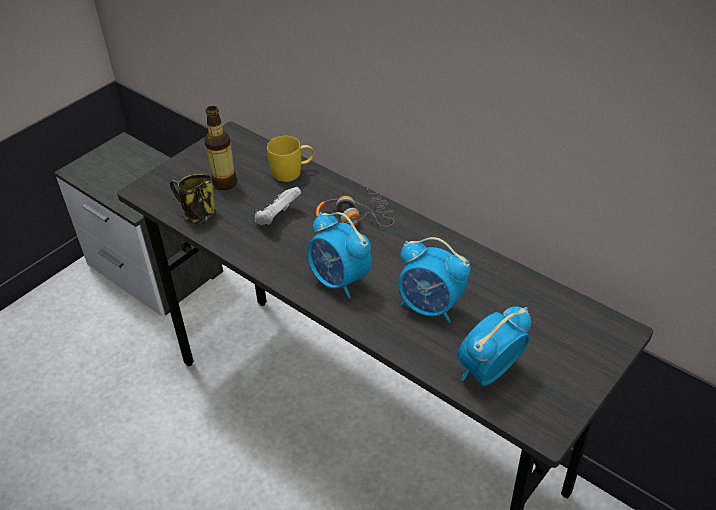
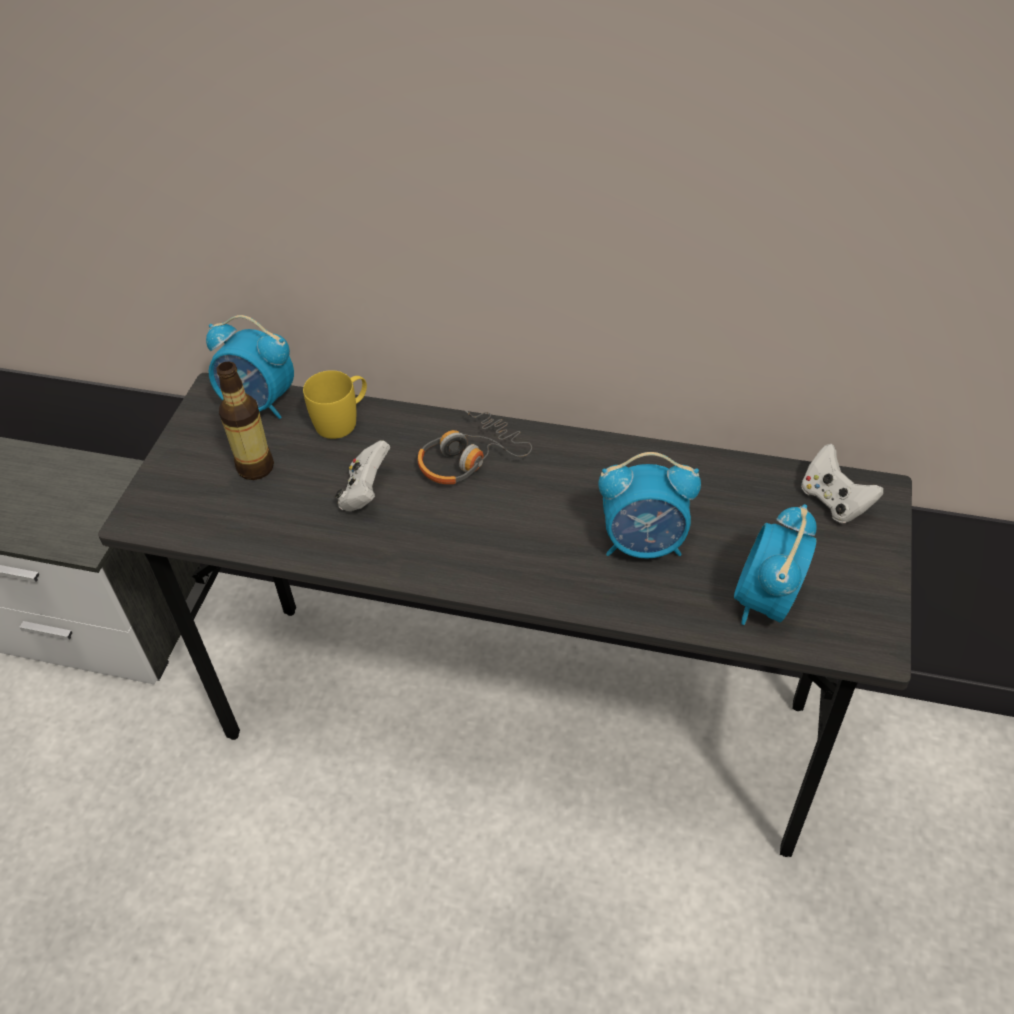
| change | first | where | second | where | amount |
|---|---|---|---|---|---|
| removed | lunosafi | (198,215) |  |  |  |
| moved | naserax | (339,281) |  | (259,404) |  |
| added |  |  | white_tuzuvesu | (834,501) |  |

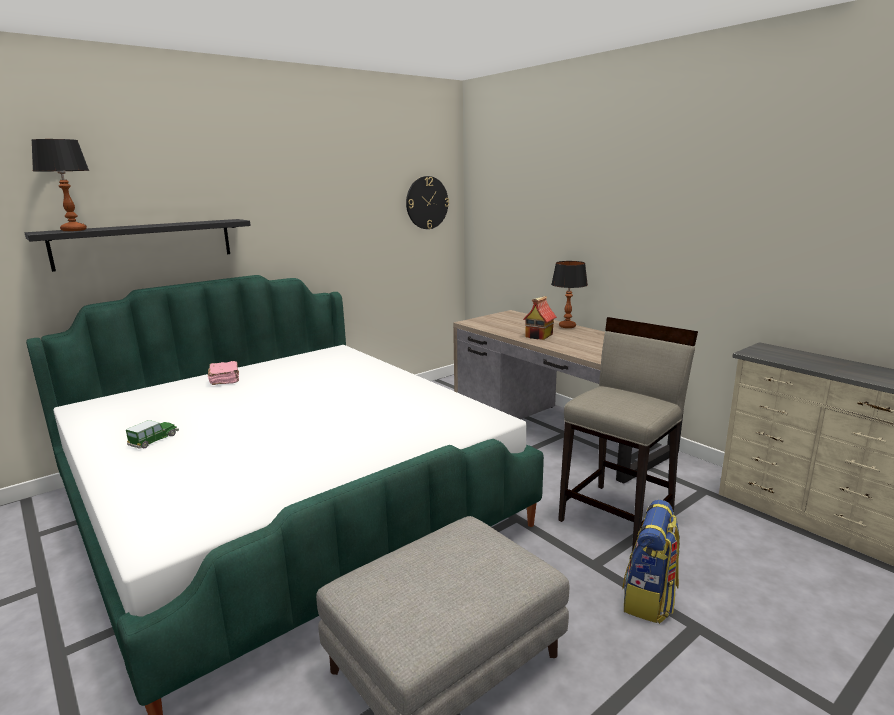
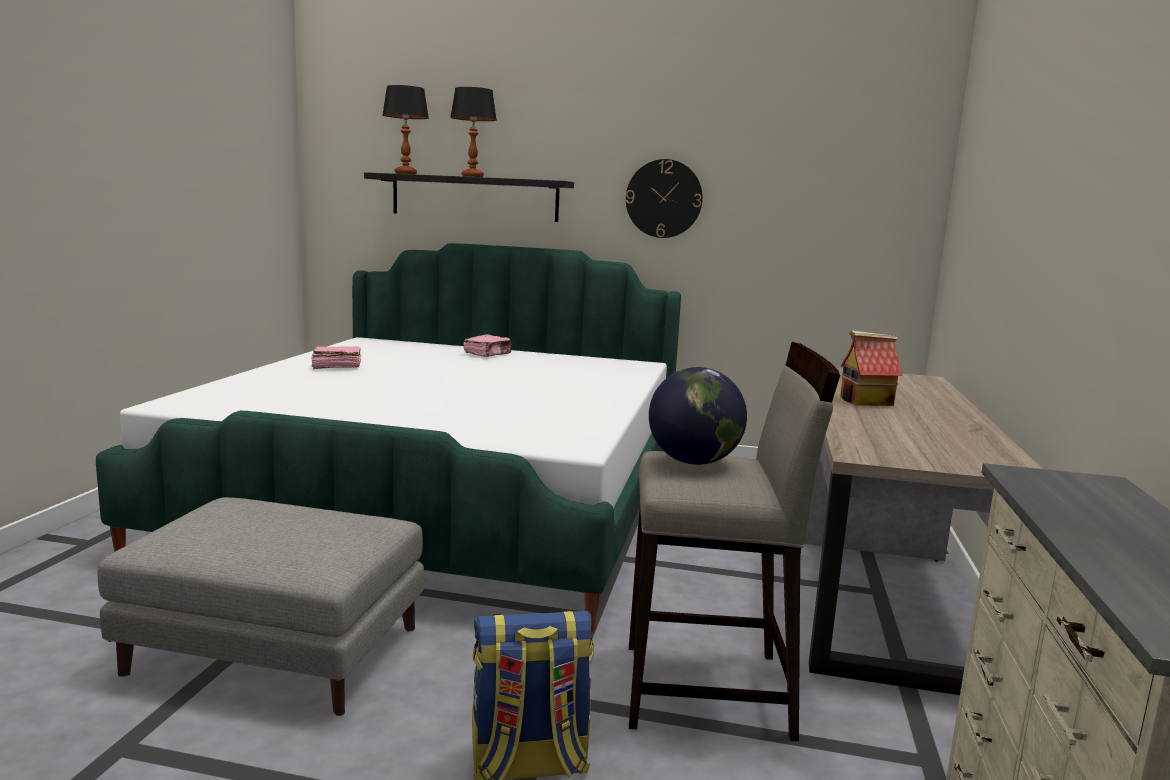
| change | first | where | second | where | amount |
|---|---|---|---|---|---|
| moved | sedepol | (427,202) |  | (664,198) |  |
| moved | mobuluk | (567,326) |  | (472,176) |  |
| replaced | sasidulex | (154,440) | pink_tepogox | (336,366) |  |
| added |  |  | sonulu | (694,462) |  |

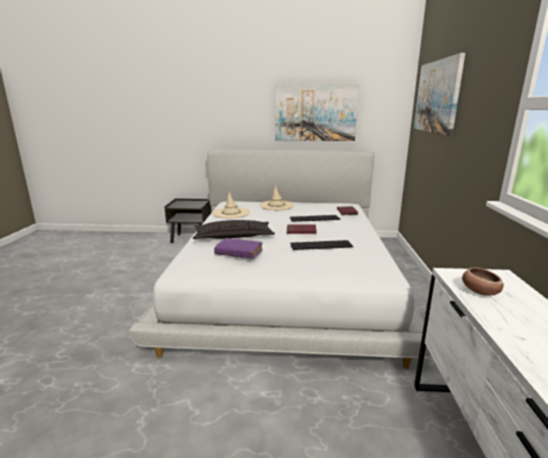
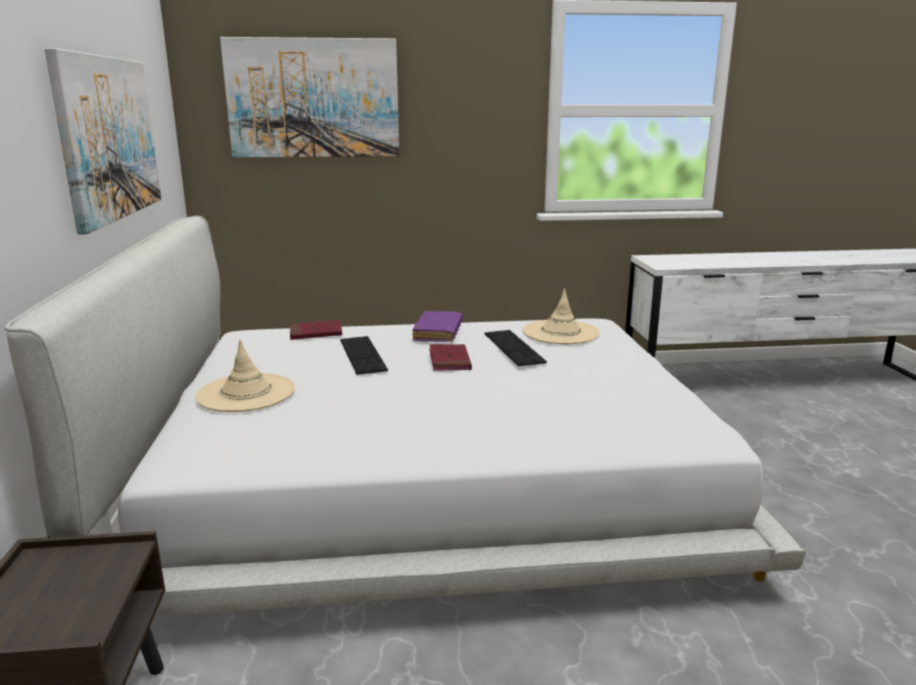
| change | first | where | second | where | amount |
|---|---|---|---|---|---|
| moved | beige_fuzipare | (231,213) |  | (560,332) |  |
| removed | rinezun | (233,236) |  |  |  |
| moved | purple_tepogox | (239,253) |  | (438,333) |  |
| removed | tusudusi | (479,292) |  |  |  |

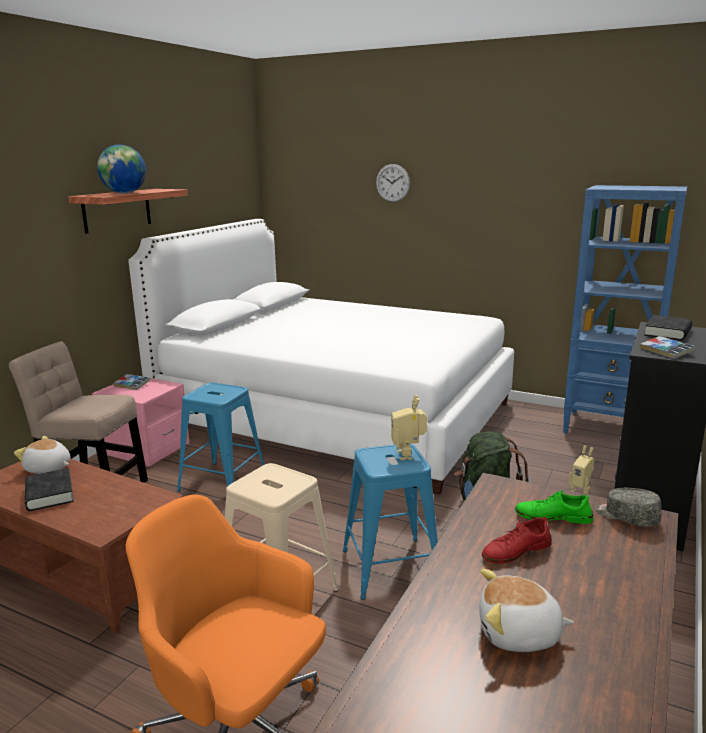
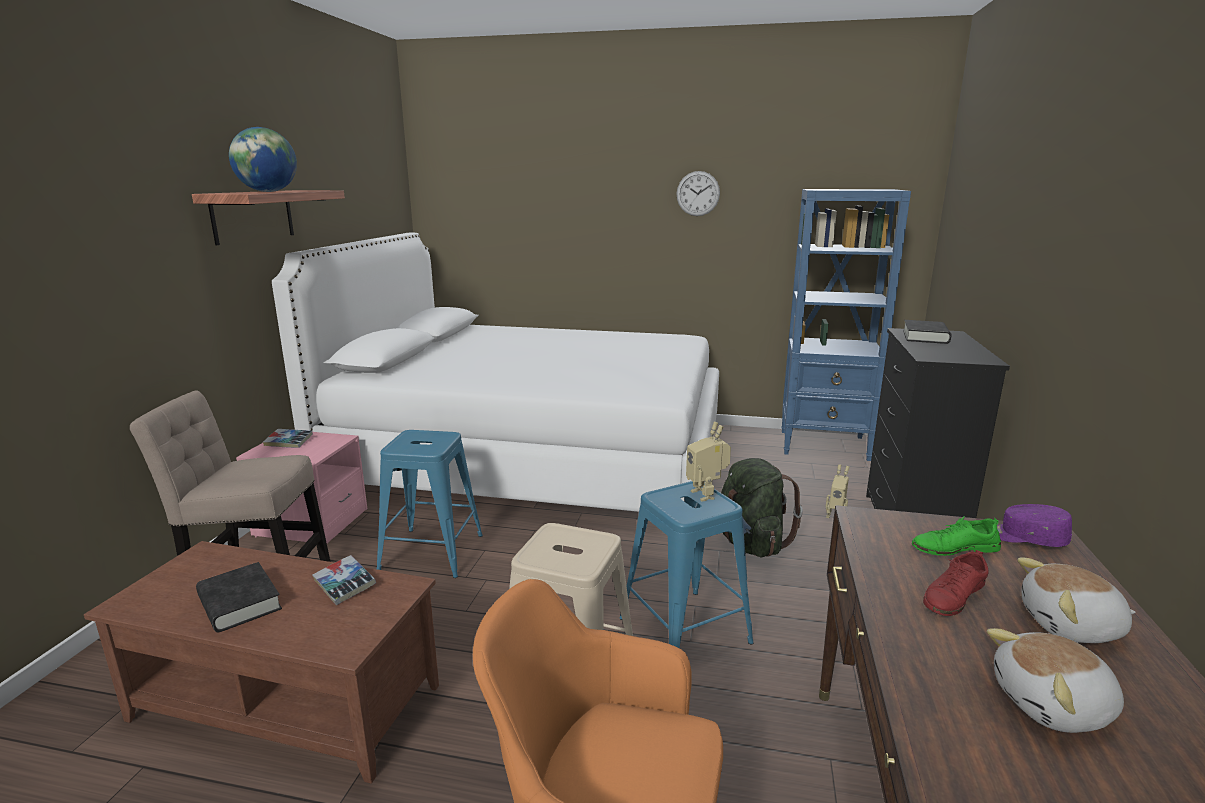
| change | first | where | second | where | amount |
|---|---|---|---|---|---|
| moved | sedepol | (392,183) |  | (698,193) |  |
| moved | tepogox | (666,351) |  | (344,585) |  |
| moved | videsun | (48,469) |  | (1071,626) |  |
| recoloured | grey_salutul | (626,517) | purple_salutul | (1026,538) |  |

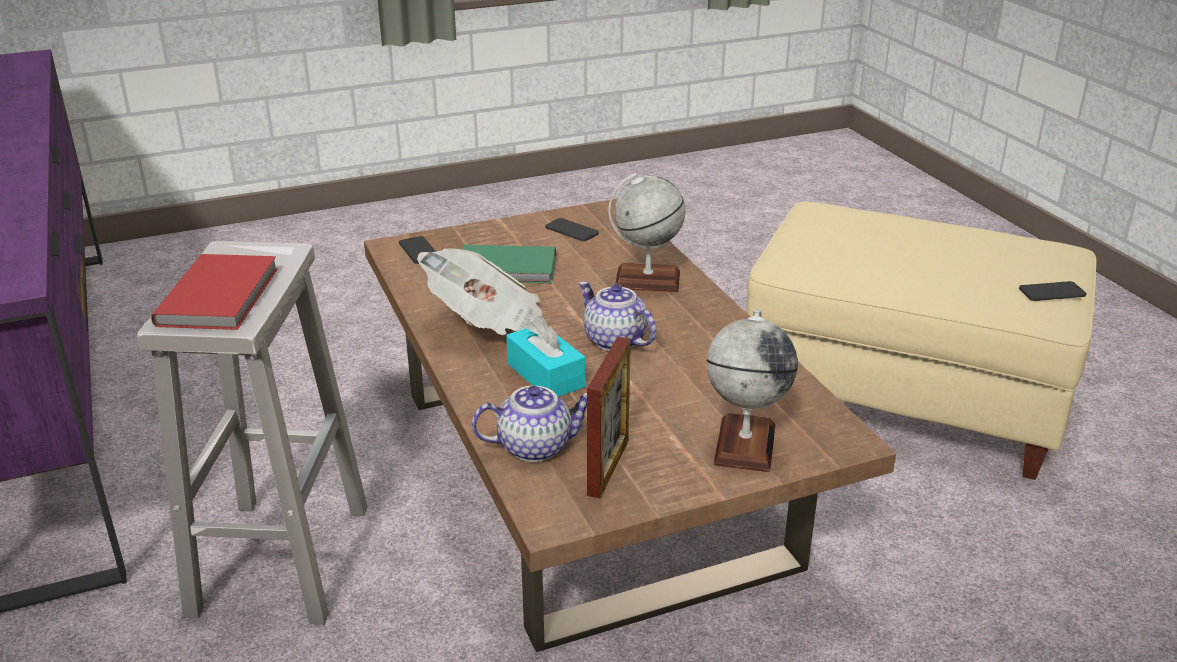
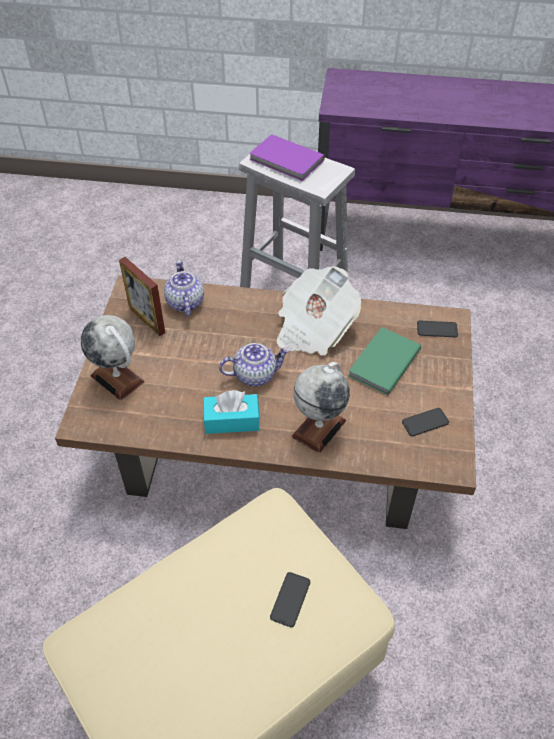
| change | first | where | second | where | amount |
|---|---|---|---|---|---|
| recoloured | red_tepogox | (222,295) | purple_tepogox | (286,161) |  |
| moved | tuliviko | (1052,292) |  | (290,599) |  |
| moved | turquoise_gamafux | (546,375) |  | (231,420) |  |
| turned | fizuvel | (535,446) |  | (184,302) | 150 degrees clockwise |

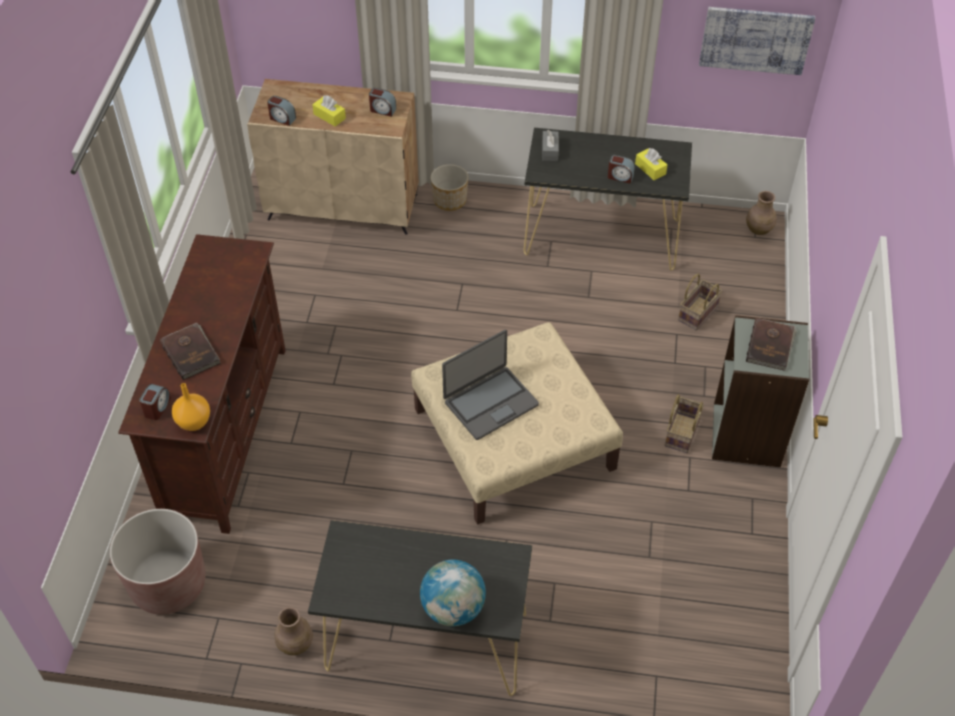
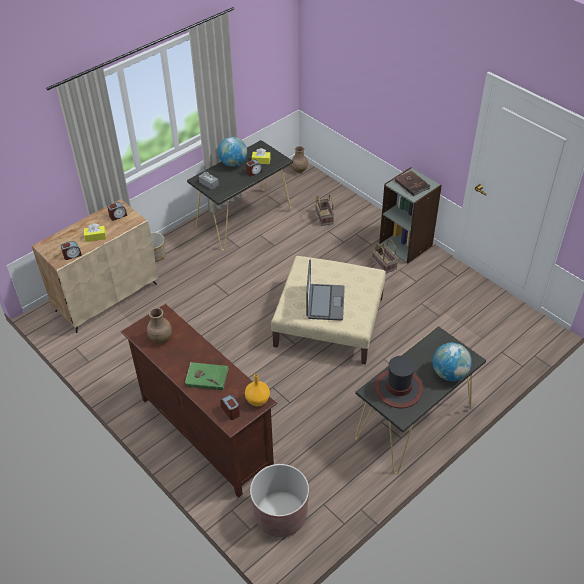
| change | first | where | second | where | amount |
|---|---|---|---|---|---|
| removed | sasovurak | (755,39) |  |  |  |
| recoloured | brown_tepogox | (191,352) | green_tepogox | (207,377) |  |
| moved | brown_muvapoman | (296,643) |  | (161,338) |  |
| added |  |  | sonulu | (233,163) |  |
| added |  |  | fuzipare | (398,389) |  |

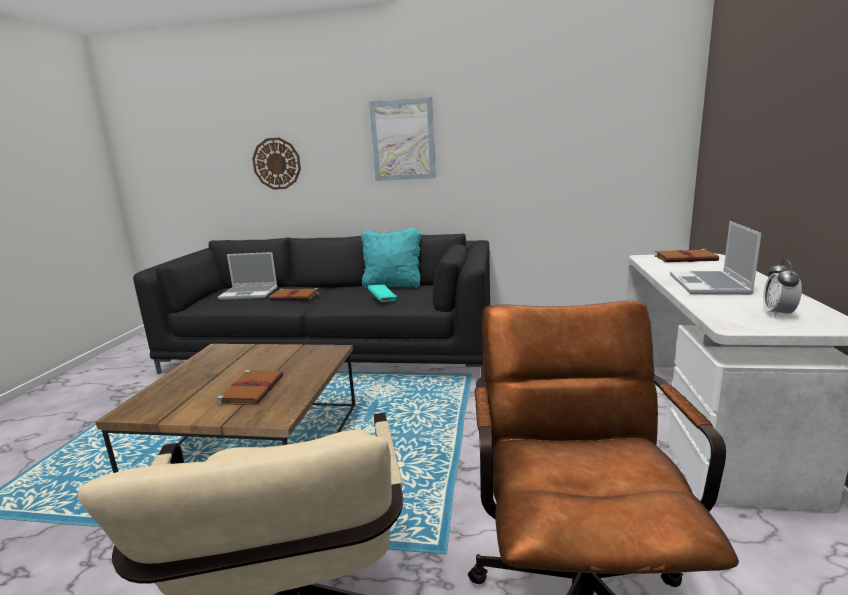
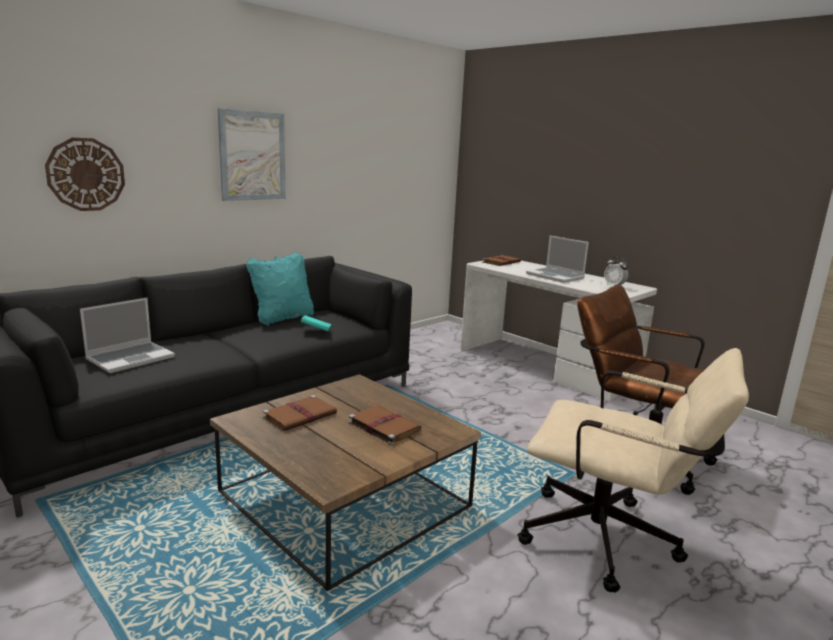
| change | first | where | second | where | amount |
|---|---|---|---|---|---|
| moved | brown_tepogox | (295,296) |  | (301,415) |  |

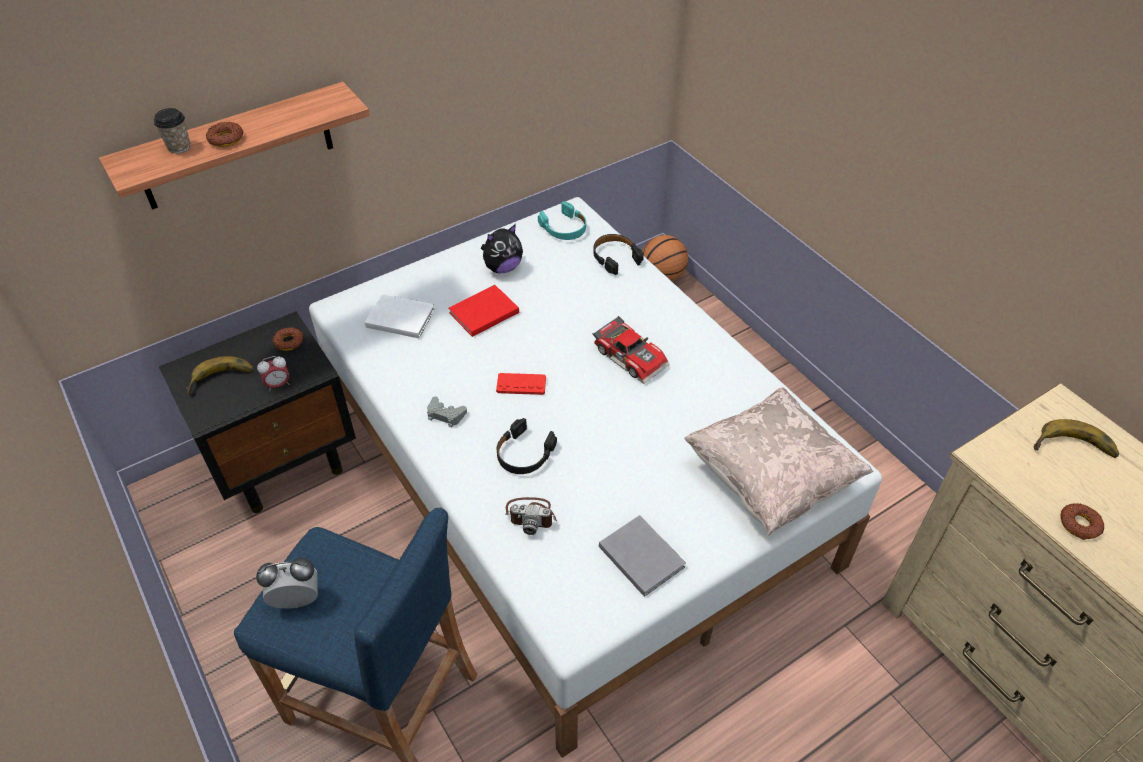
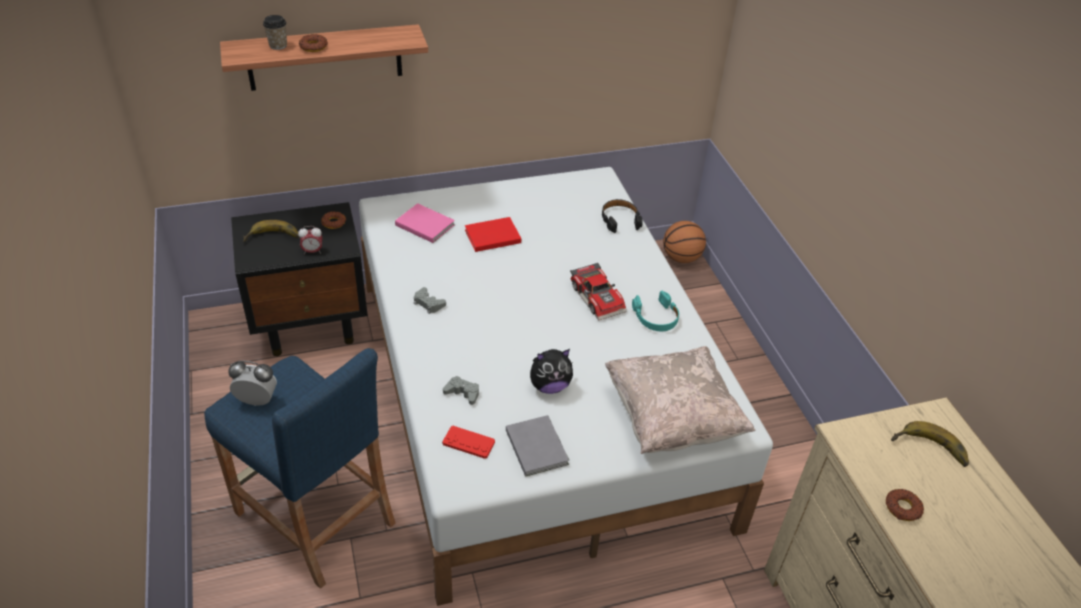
| change | first | where | second | where | amount |
|---|---|---|---|---|---|
| moved | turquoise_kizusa | (564,228) |  | (656,317) |  |
| moved | videsun | (502,267) |  | (549,386) |  |
| recoloured | white_tepogox | (399,317) | pink_tepogox | (424,224) |  |
| moved | red_tuzuvesu | (521,385) |  | (468,443) |  |
| removed | black_kizusa | (524,454) |  |  |  |
| replaced | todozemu | (531,515) | grey_tuzuvesu | (462,393) |  |

